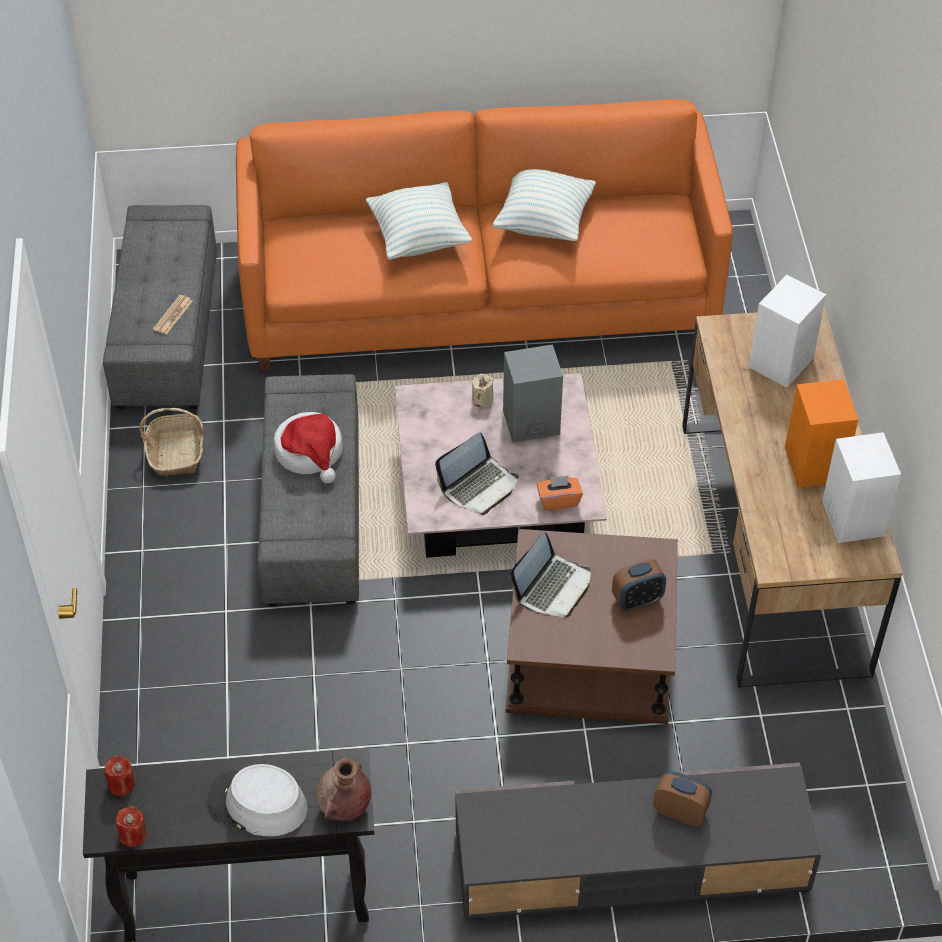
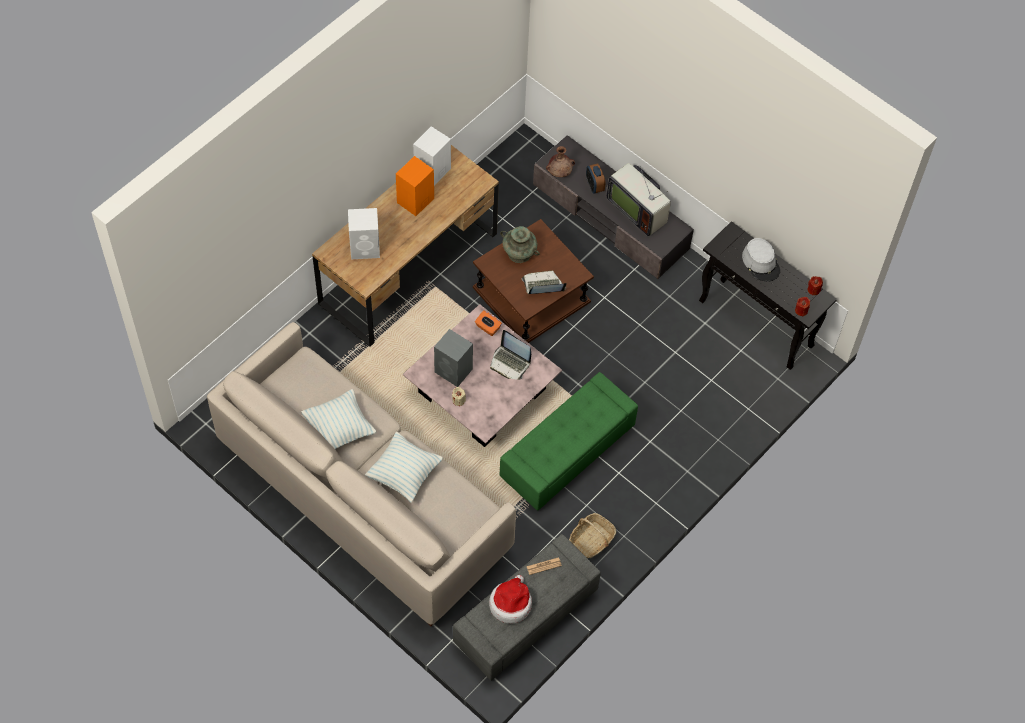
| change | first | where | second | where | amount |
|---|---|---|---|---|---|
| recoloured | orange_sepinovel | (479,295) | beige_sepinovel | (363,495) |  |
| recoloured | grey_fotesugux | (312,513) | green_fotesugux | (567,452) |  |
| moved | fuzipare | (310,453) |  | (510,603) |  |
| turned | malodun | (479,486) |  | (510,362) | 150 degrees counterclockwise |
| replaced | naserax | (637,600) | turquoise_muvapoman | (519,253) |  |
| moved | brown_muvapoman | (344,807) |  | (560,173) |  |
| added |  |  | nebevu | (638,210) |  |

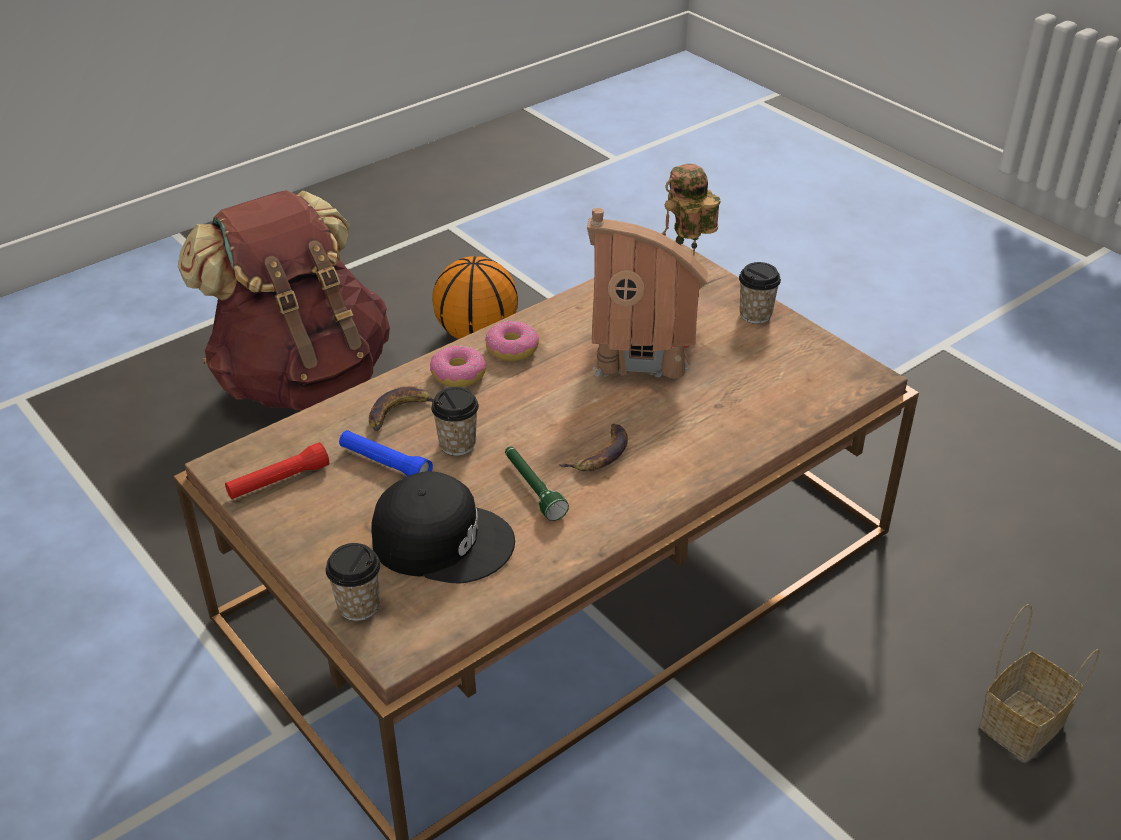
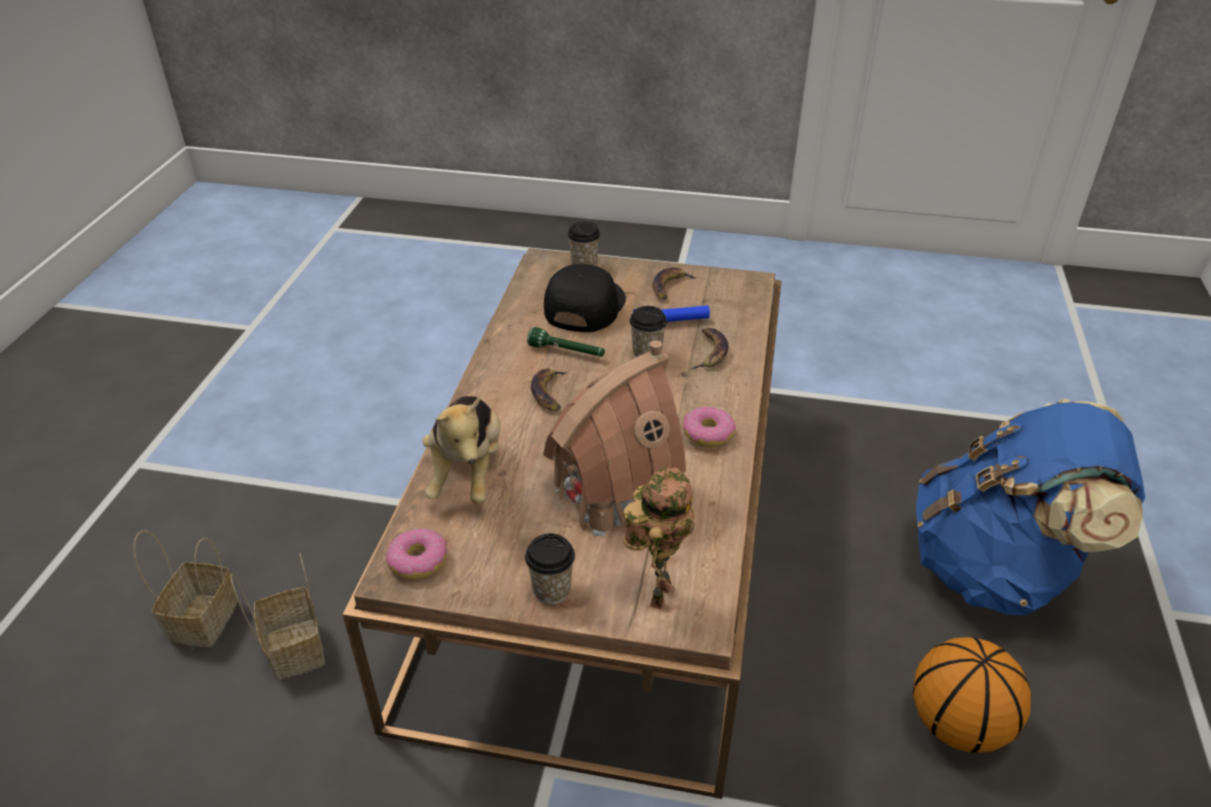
| change | first | where | second | where | amount |
|---|---|---|---|---|---|
| recoloured | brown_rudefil | (302,377) | blue_rudefil | (996,568) |  |
| moved | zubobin | (458,374) |  | (418,561) |  |
| removed | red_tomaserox | (278,481) |  |  |  |
| turned | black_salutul | (442,539) |  | (583,305) | 135 degrees clockwise |
| added |  |  | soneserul | (670,287) |  |
| added |  |  | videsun | (468,471) |  |
| added |  |  | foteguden | (293,647) |  |

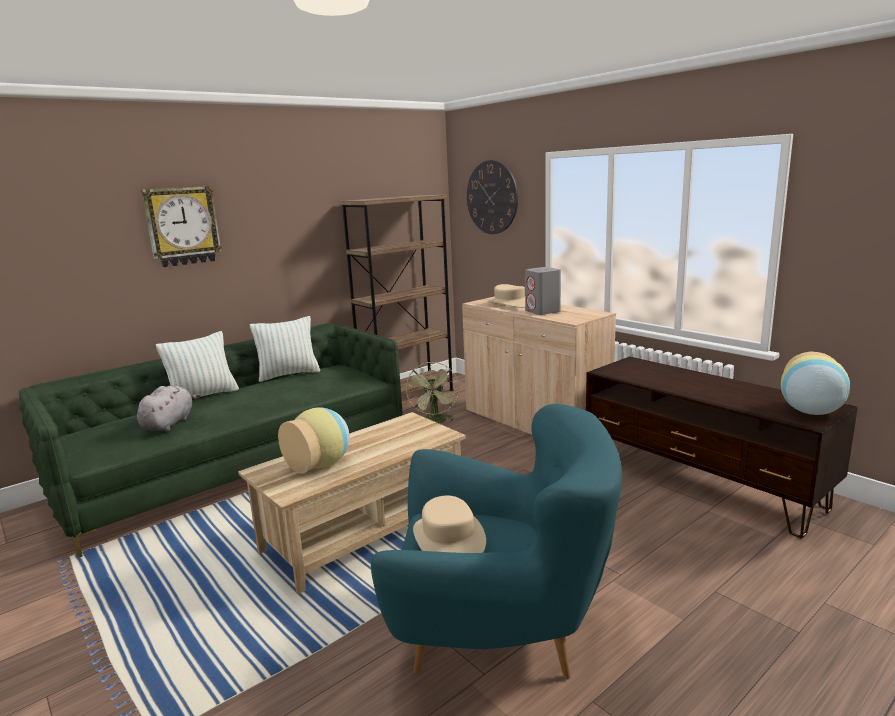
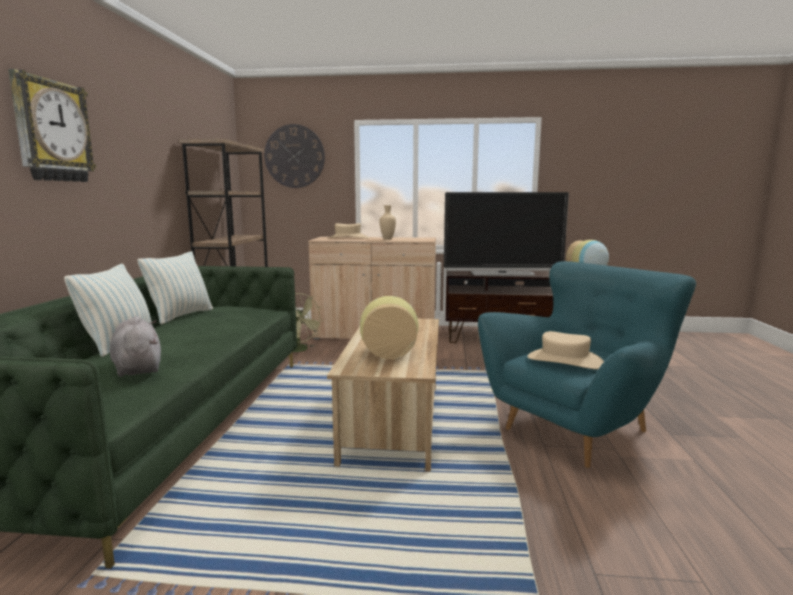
| change | first | where | second | where | amount |
|---|---|---|---|---|---|
| replaced | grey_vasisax | (543,311) | beige_muvapoman | (388,239) |  |
| added |  |  | nebevu | (502,274) |  |

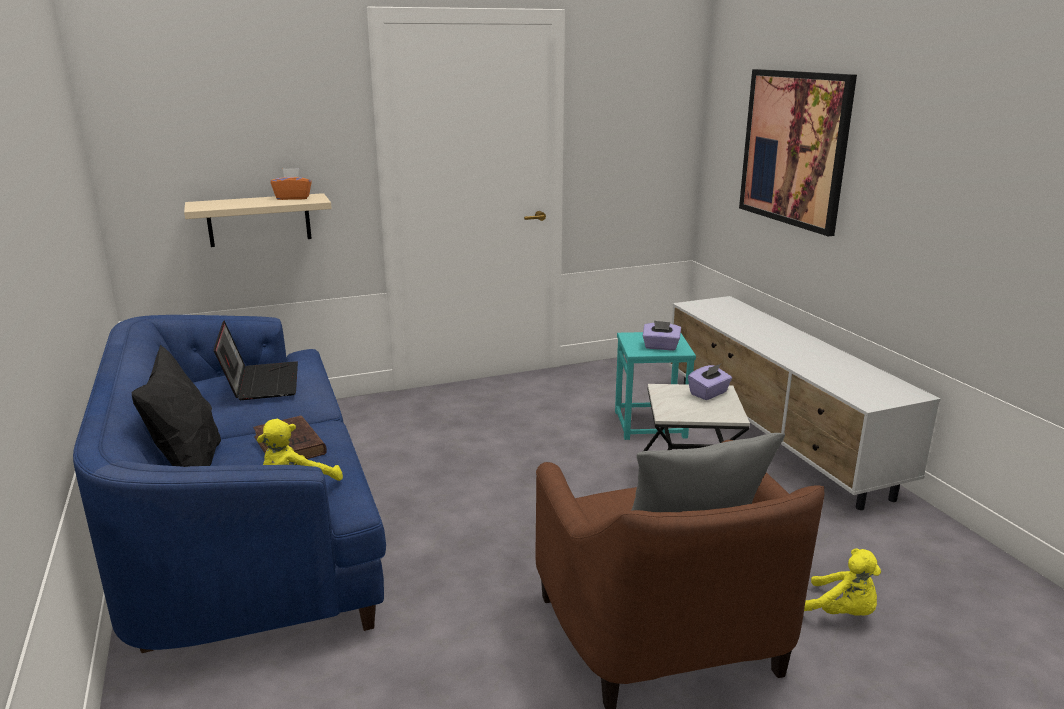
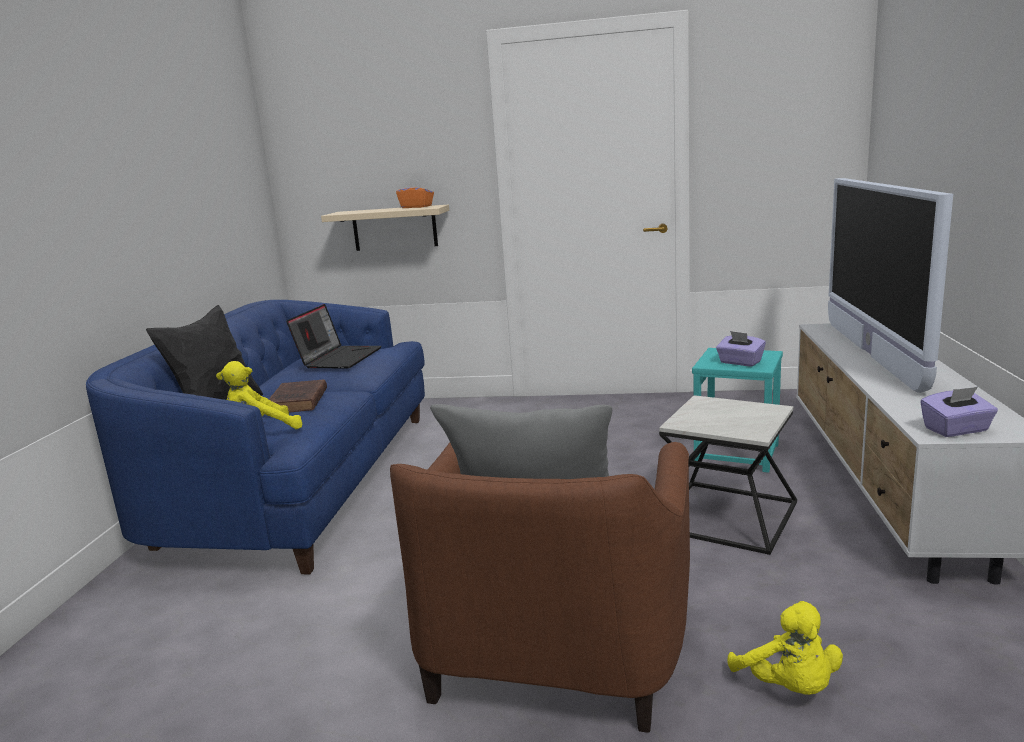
| change | first | where | second | where | amount |
|---|---|---|---|---|---|
| removed | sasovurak | (794,148) |  |  |  |
| moved | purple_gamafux | (709,393) |  | (956,430) |  |
| added |  |  | nebevu | (871,354) |  |

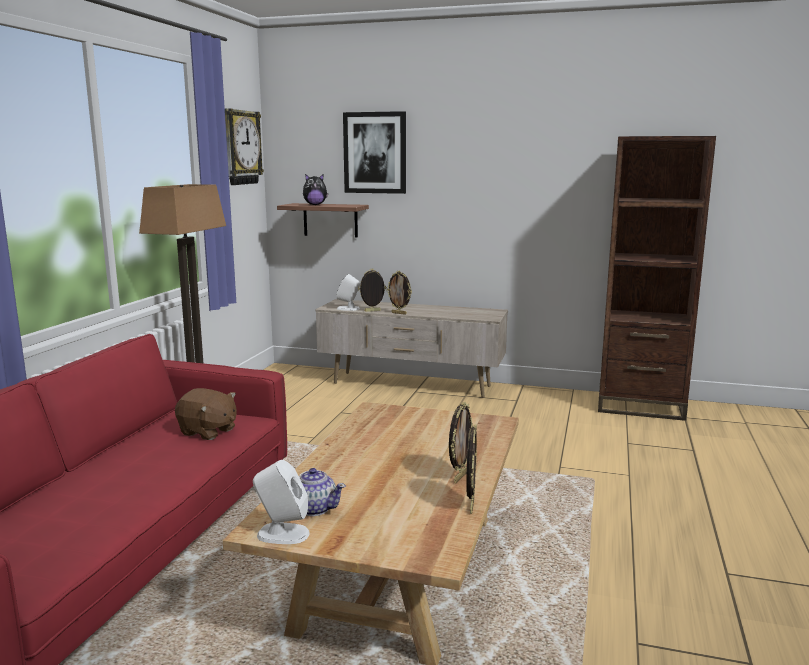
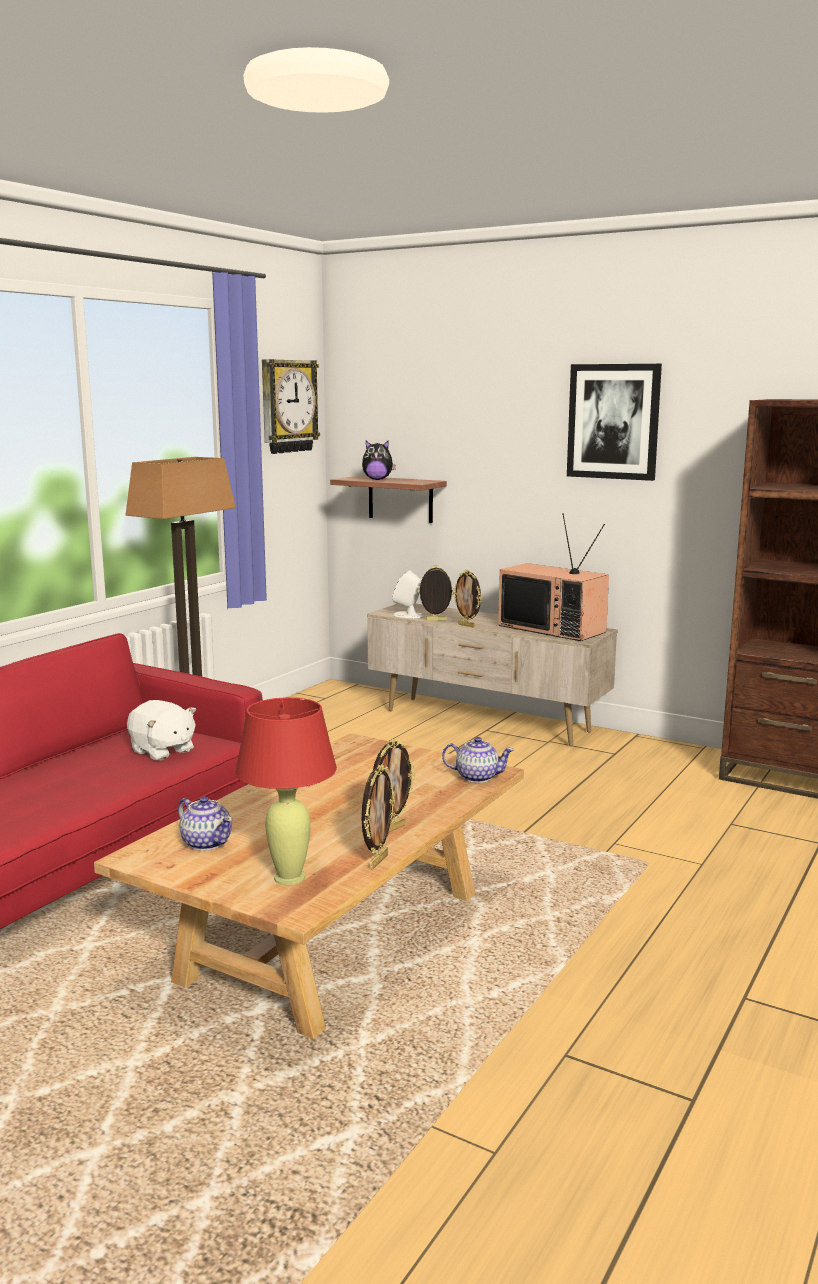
| change | first | where | second | where | amount |
|---|---|---|---|---|---|
| moved | sasovurak | (375,153) |  | (613,421) |  |
| recoloured | brown_videsun | (208,431) | white_videsun | (162,751) |  |
| removed | white_vasisax | (282,534) |  |  |  |
| added |  |  | nebevu | (554,629) |  |
| added |  |  | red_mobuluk | (290,877) |  |
| added |  |  | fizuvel | (477,777) |  |

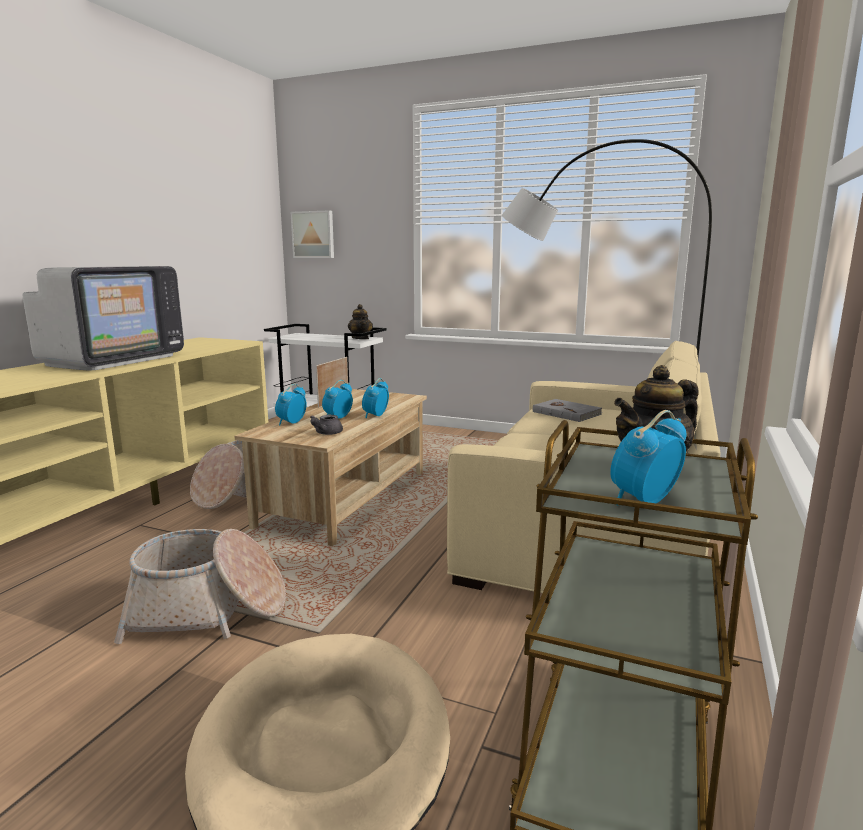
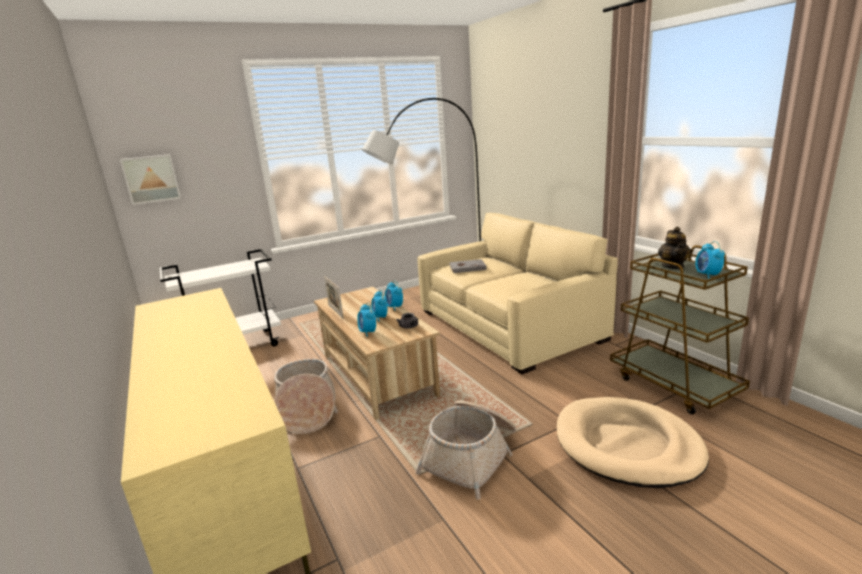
| change | first | where | second | where | amount |
|---|---|---|---|---|---|
| removed | nebevu | (114,360) |  |  |  |
| removed | fizuvel | (360,338) |  |  |  |

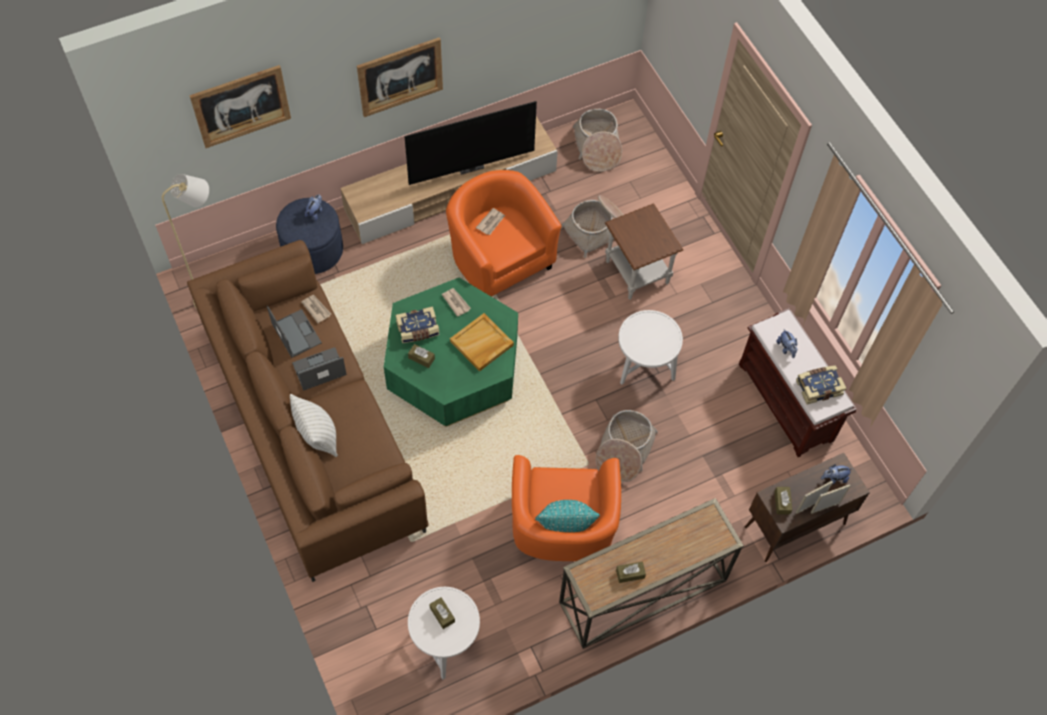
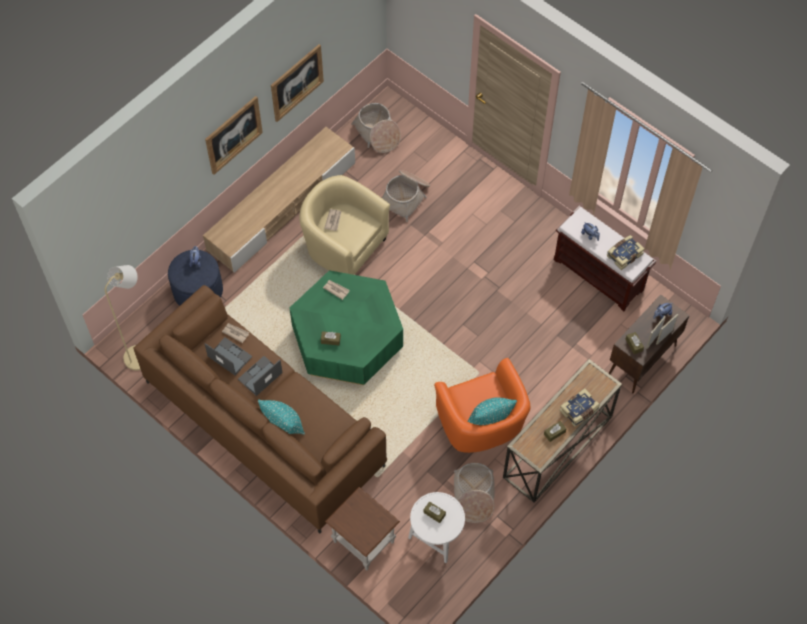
| change | first | where | second | where | amount |
|---|---|---|---|---|---|
| moved | sasovurak | (241,106) |  | (297,82) |  |
| removed | nebevu | (470,164) |  |  |  |
| recoloured | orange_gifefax | (499,259) | beige_gifefax | (343,246) |  |
| moved | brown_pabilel | (636,272) |  | (363,541) |  |
| moved | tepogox | (418,330) |  | (579,411) |  |
| removed | white_pabilel | (643,369) |  |  |  |
| removed | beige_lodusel | (481,344) |  |  |  |
| recoloured | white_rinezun | (317,436) | turquoise_rinezun | (283,425) |  |
| moved | foteguden | (623,450) |  | (473,496) |  |

